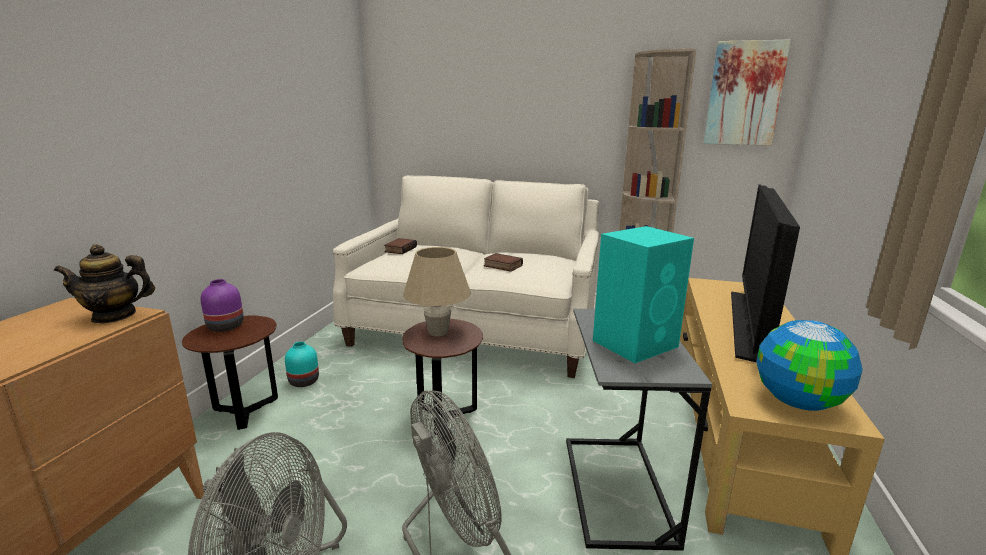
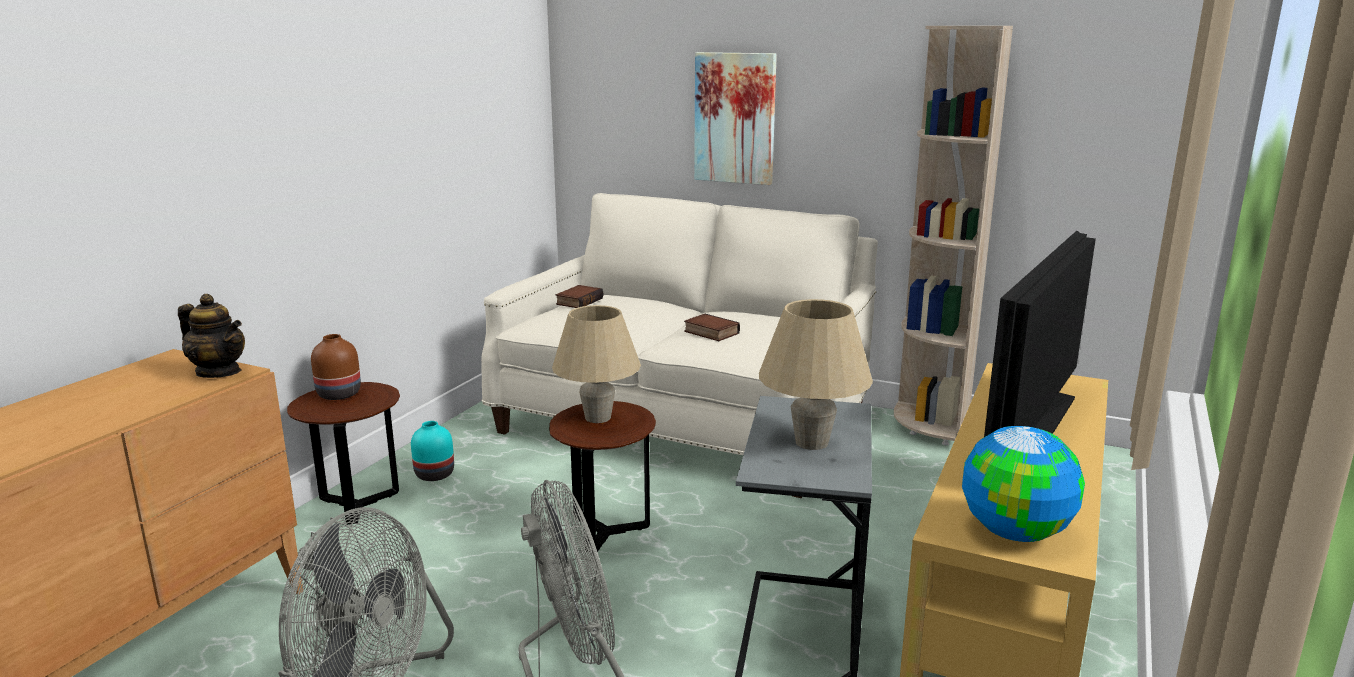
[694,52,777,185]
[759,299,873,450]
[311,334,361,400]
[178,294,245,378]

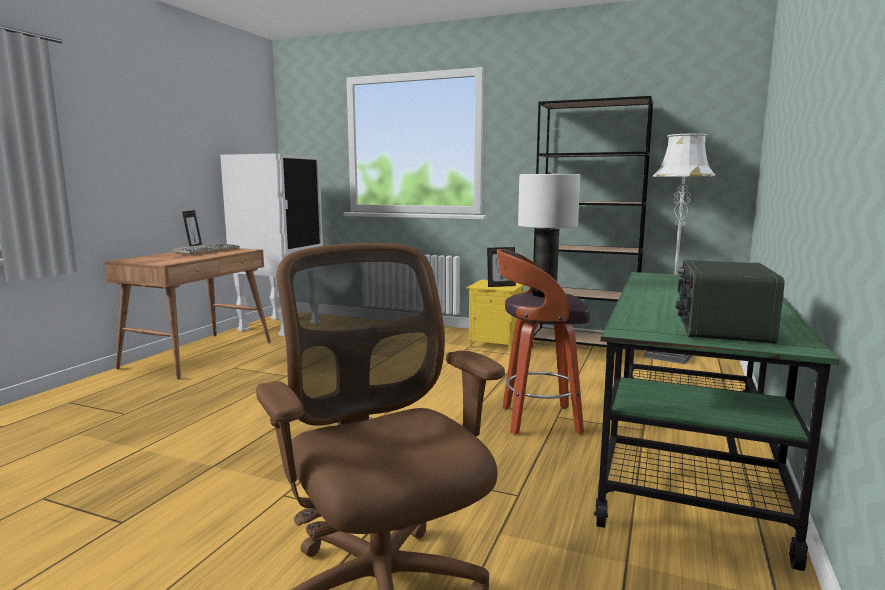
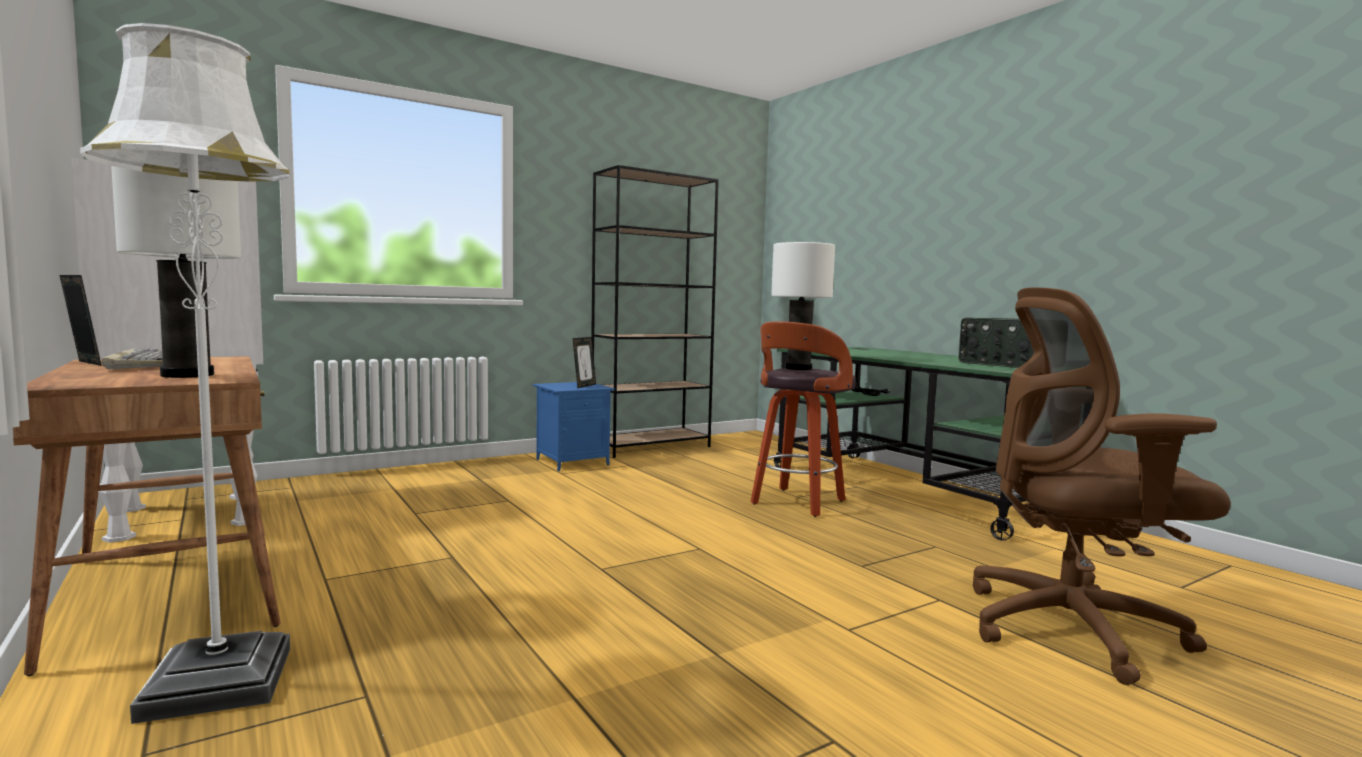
[111,166,241,378]
[80,23,290,724]
[533,382,615,471]

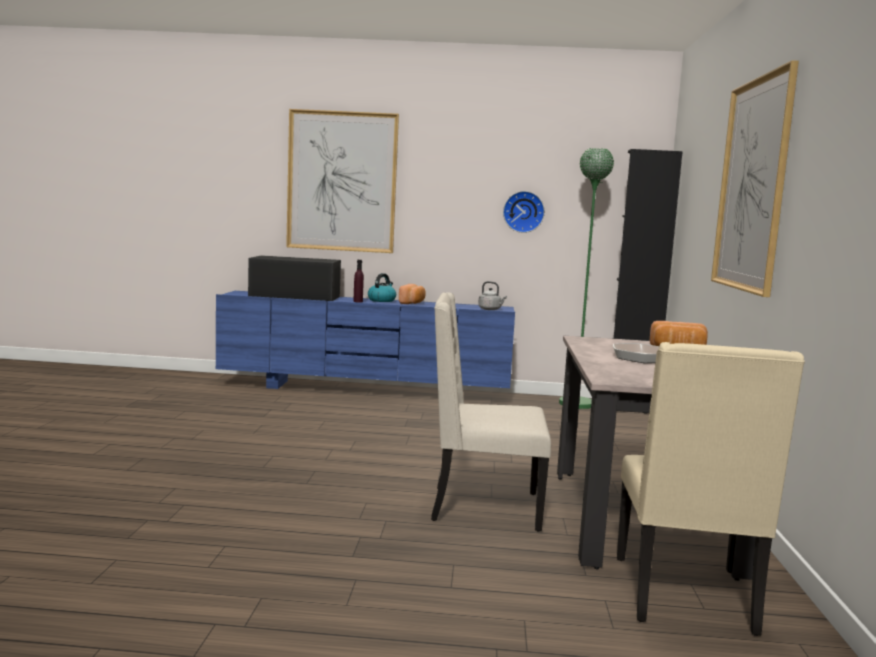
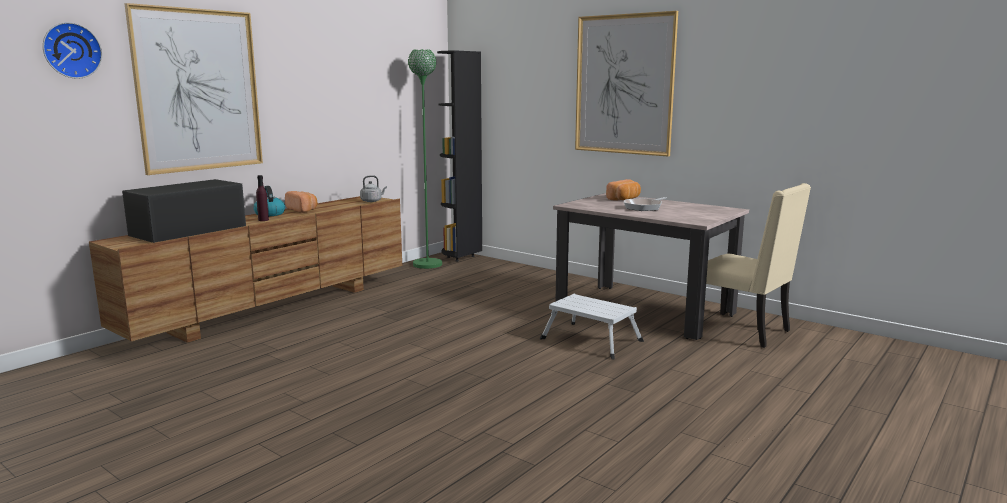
[43,22,102,79]
[540,294,644,359]
[89,196,402,343]

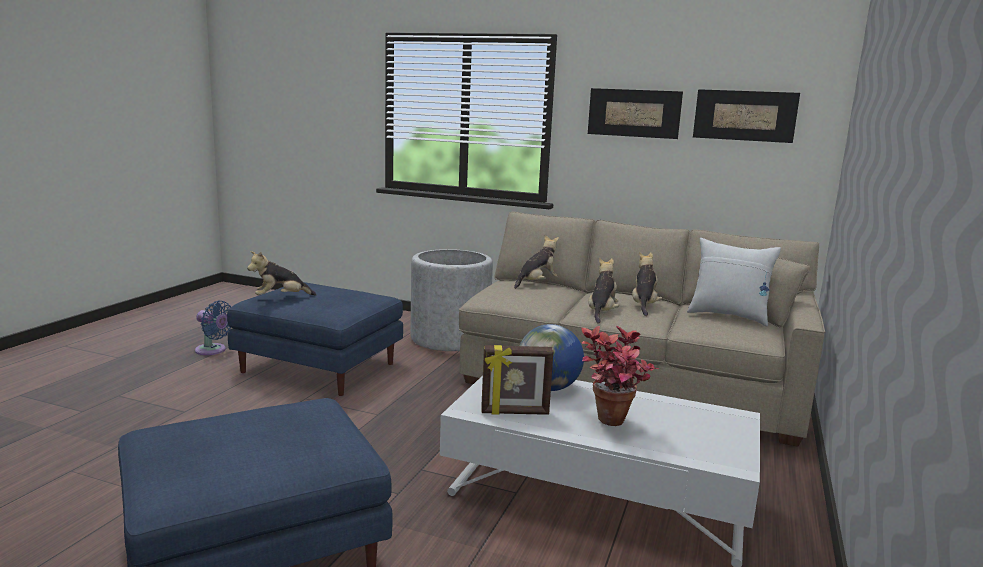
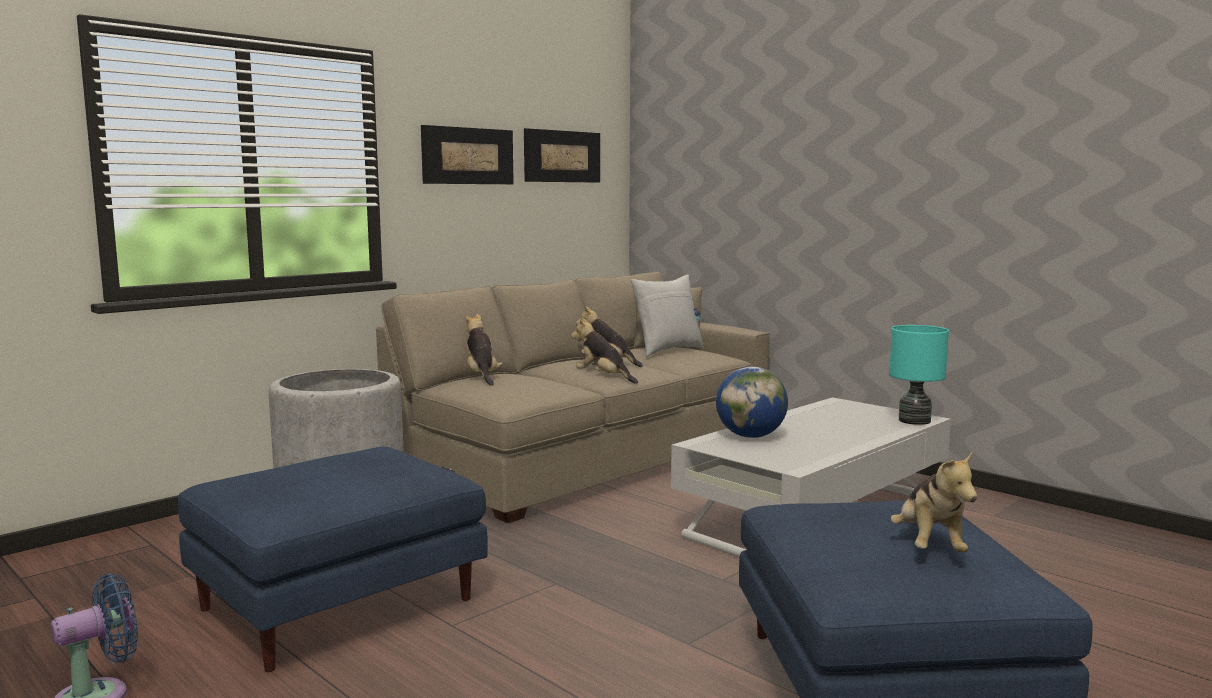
[481,345,554,415] (first image)
[581,325,659,426] (first image)
[889,325,949,425]
[891,451,977,552]

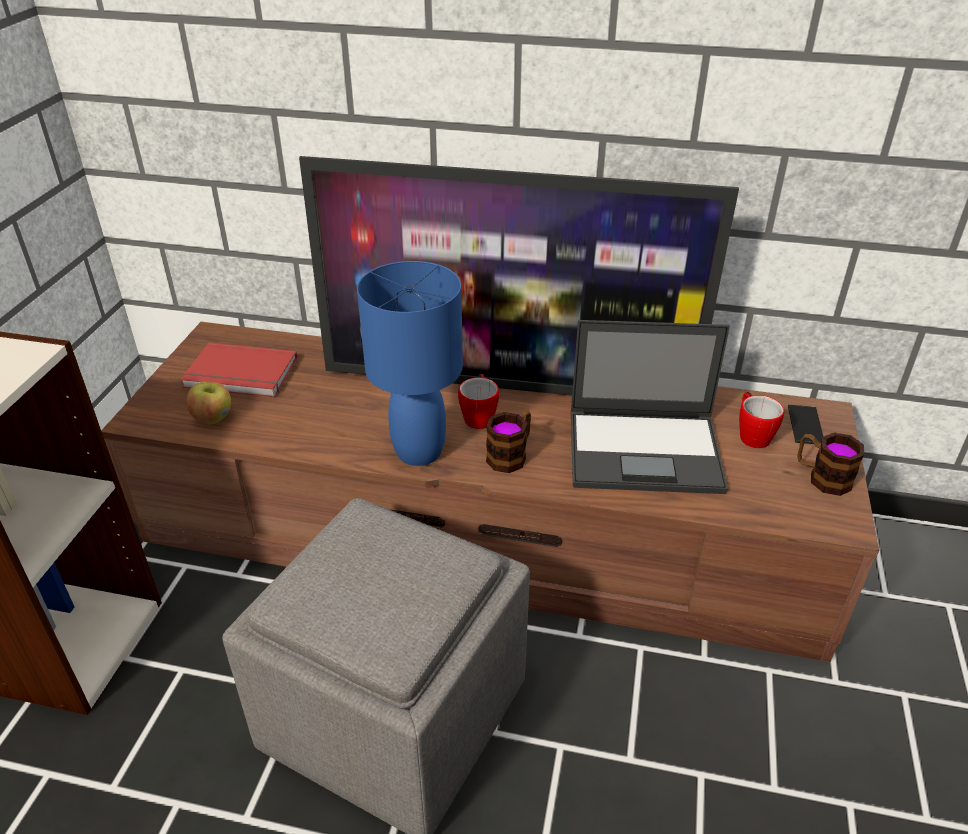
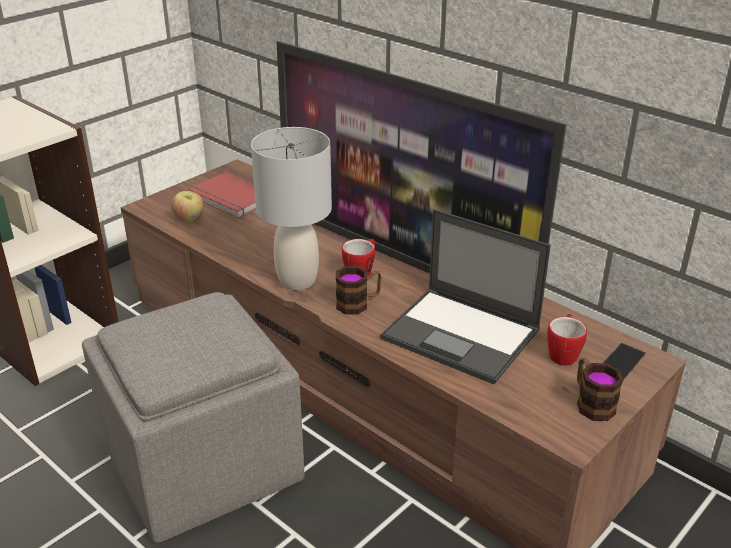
[251,127,332,290]

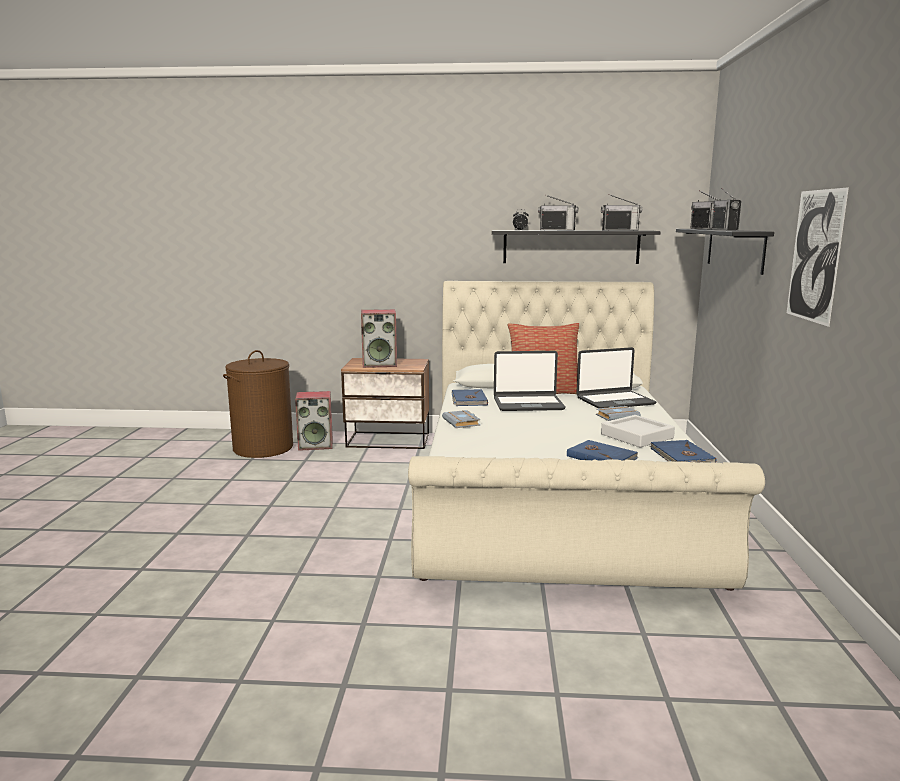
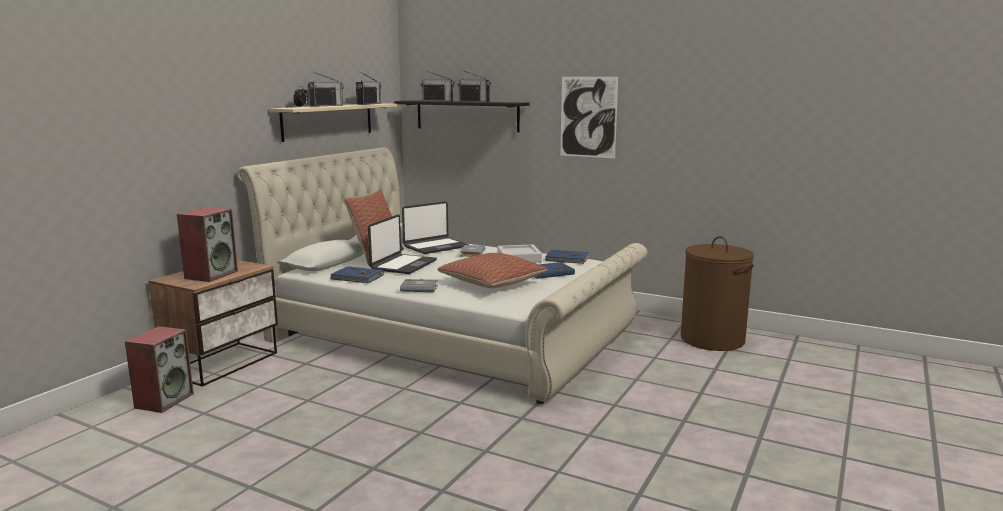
[437,253,548,288]
[681,236,754,351]
[270,103,397,142]
[402,201,469,254]

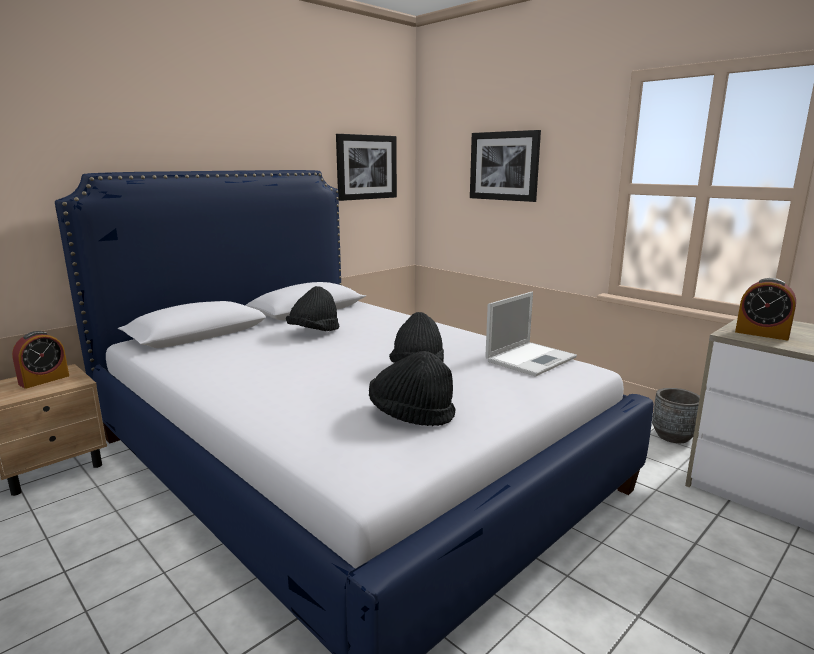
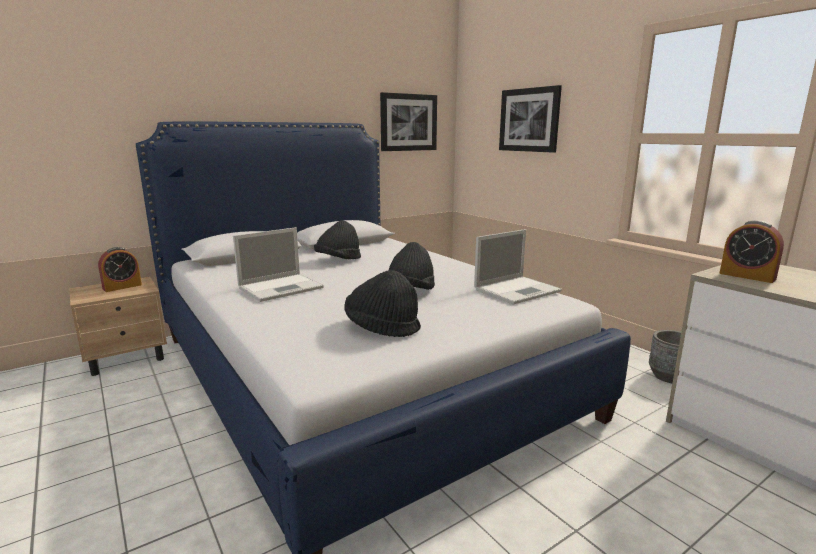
[233,227,324,302]

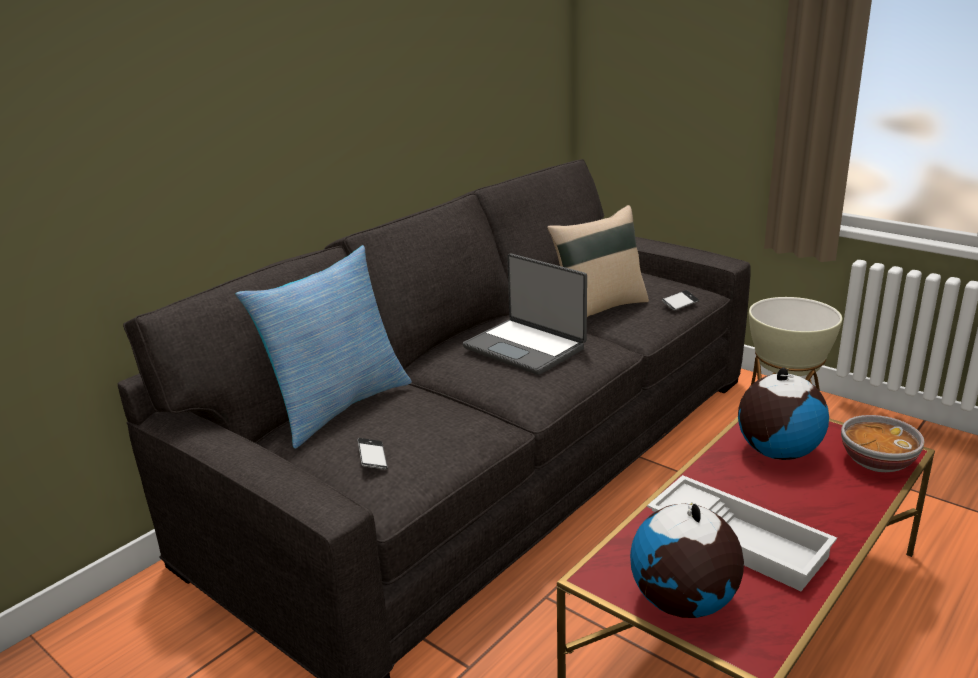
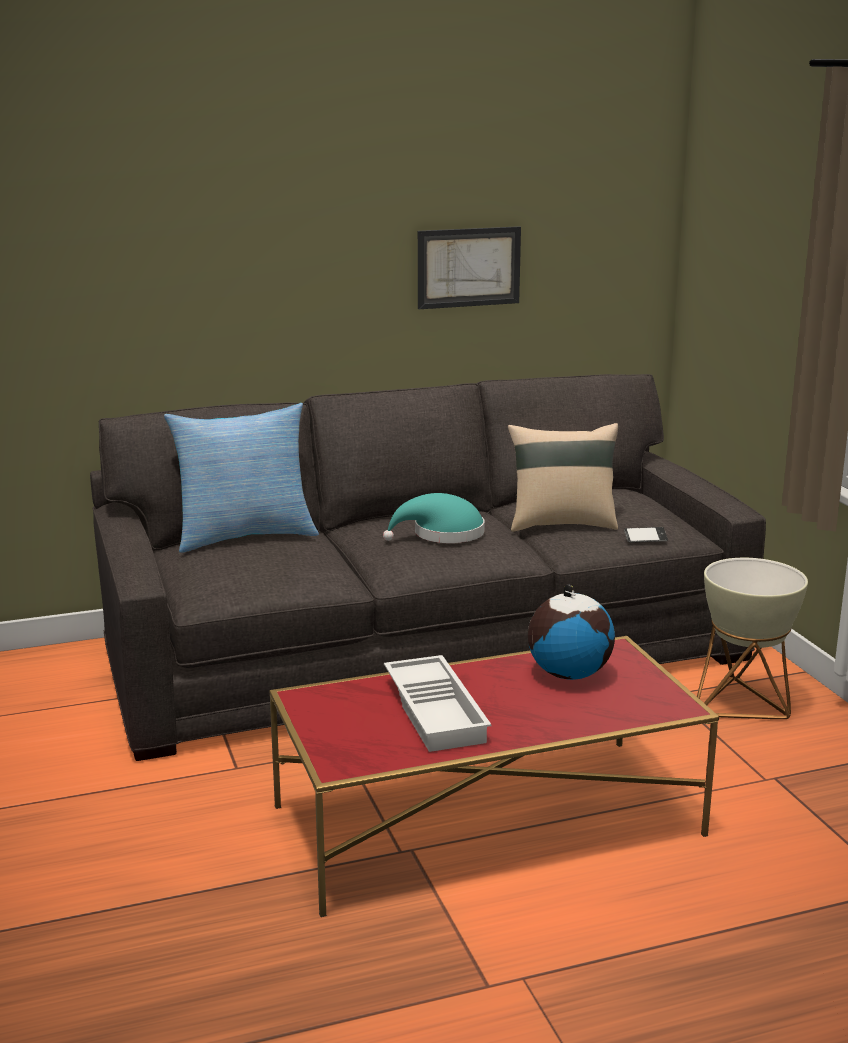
[357,438,388,470] (first image)
[630,502,744,618] (first image)
[841,415,925,472] (first image)
[418,226,521,309]
[383,493,485,543]

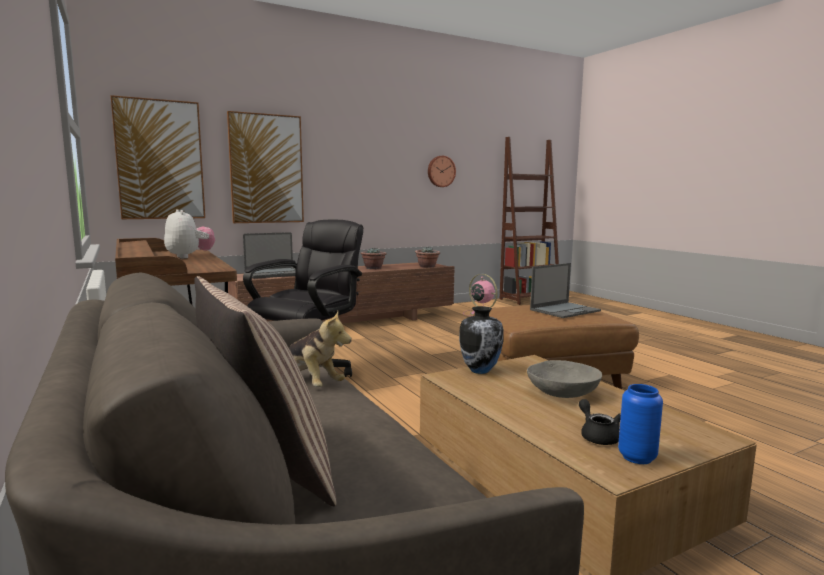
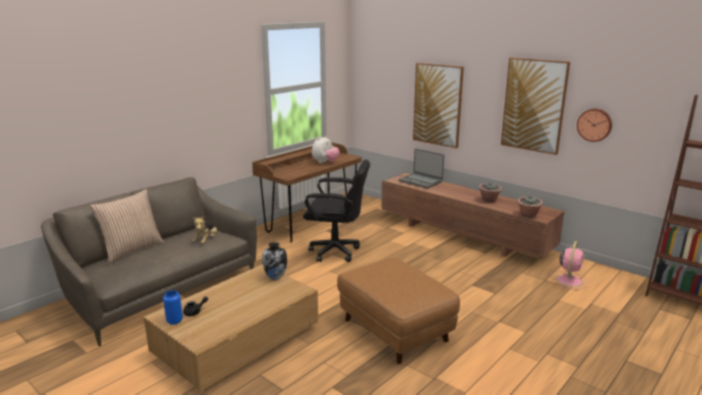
[527,360,602,398] (first image)
[530,263,601,318] (first image)
[501,58,570,155]

